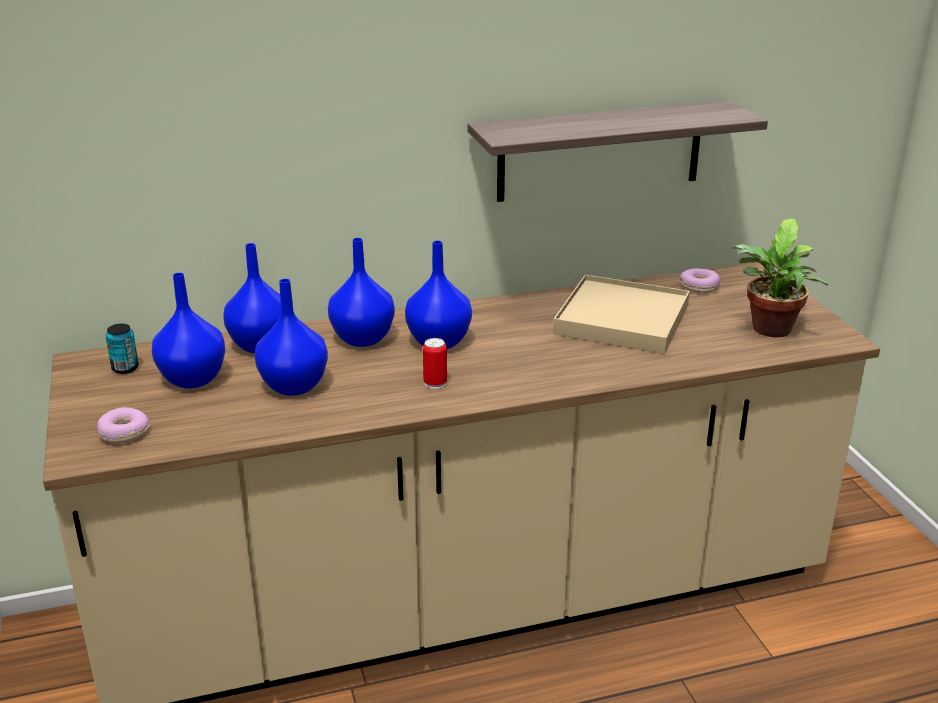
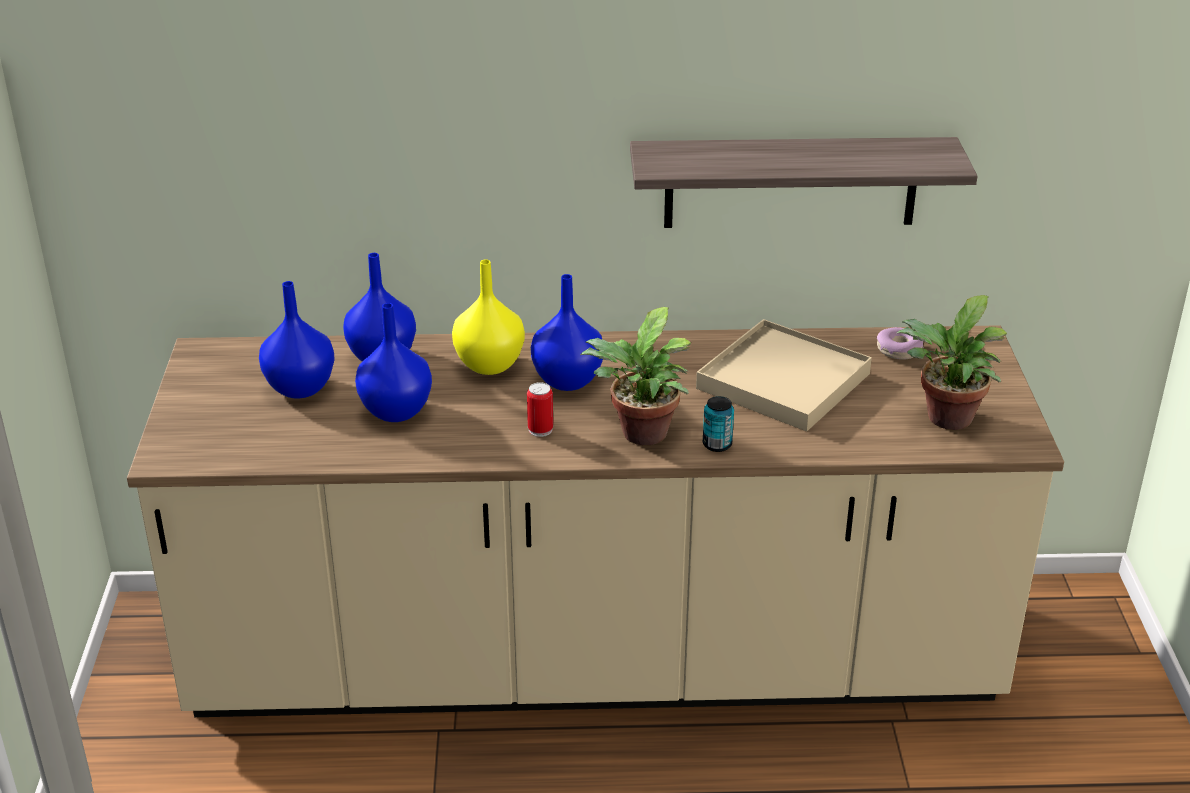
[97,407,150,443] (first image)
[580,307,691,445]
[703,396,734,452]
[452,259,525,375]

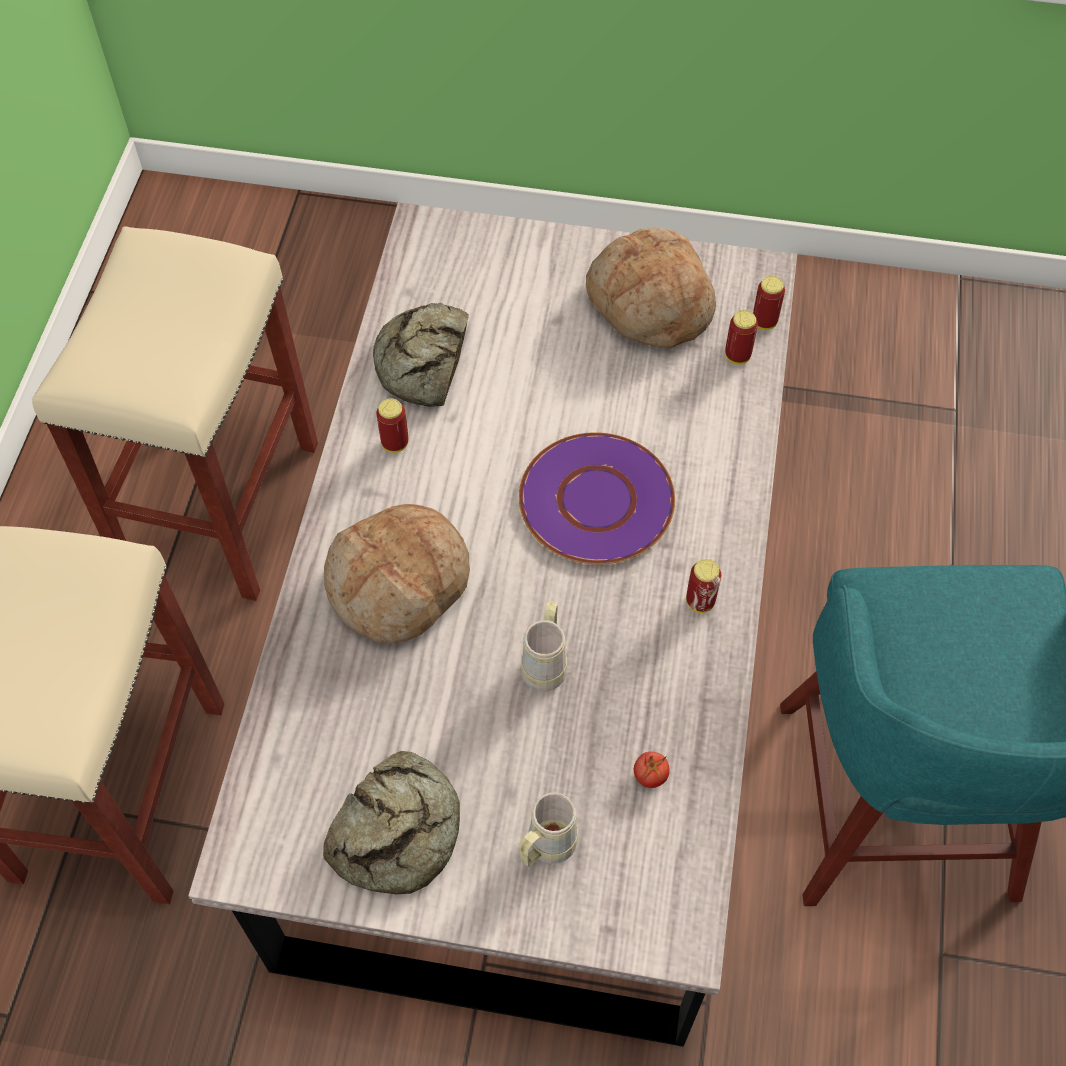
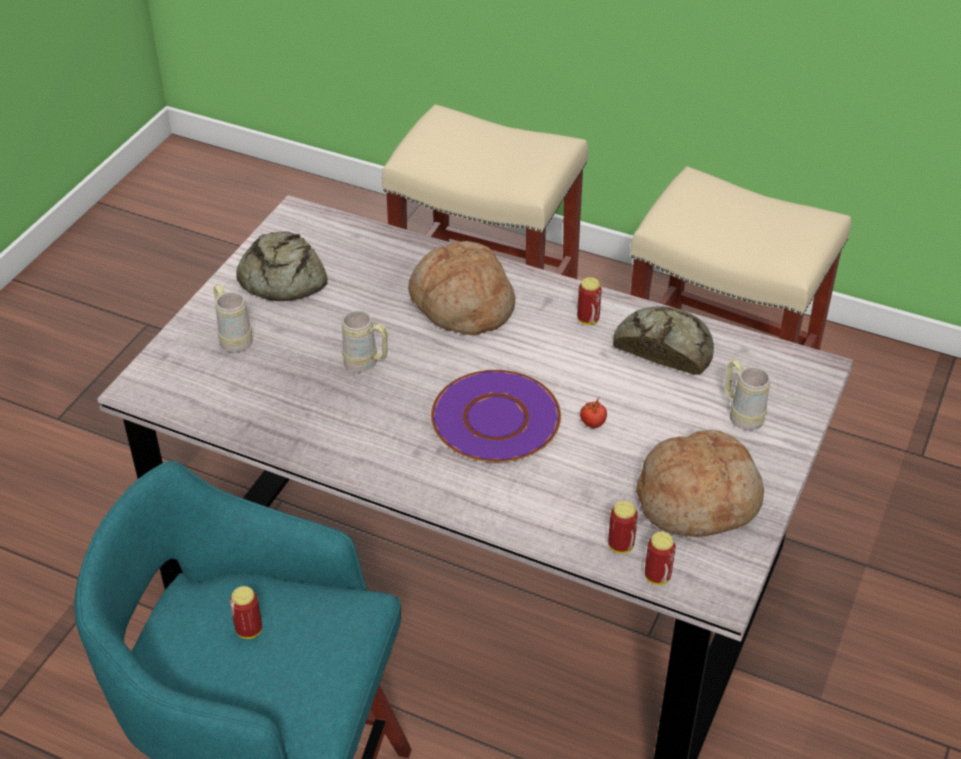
[724,360,770,430]
[580,398,607,428]
[230,586,262,639]

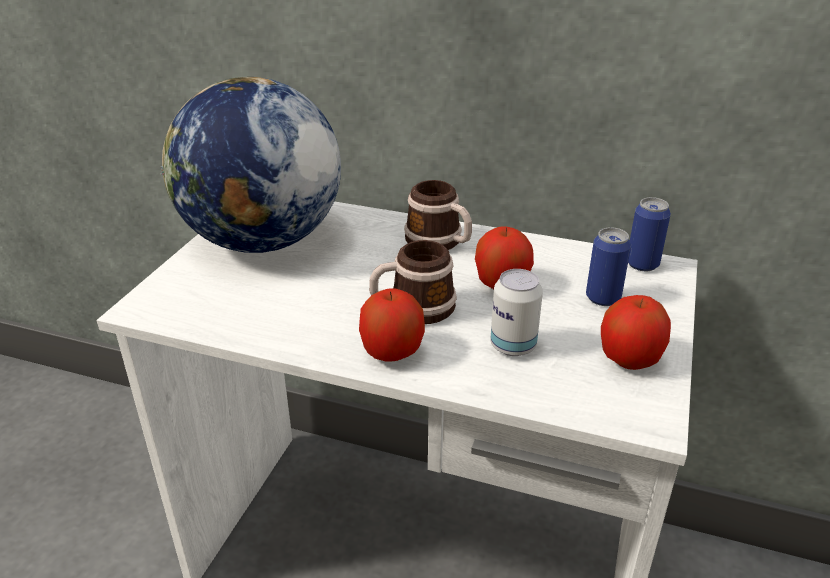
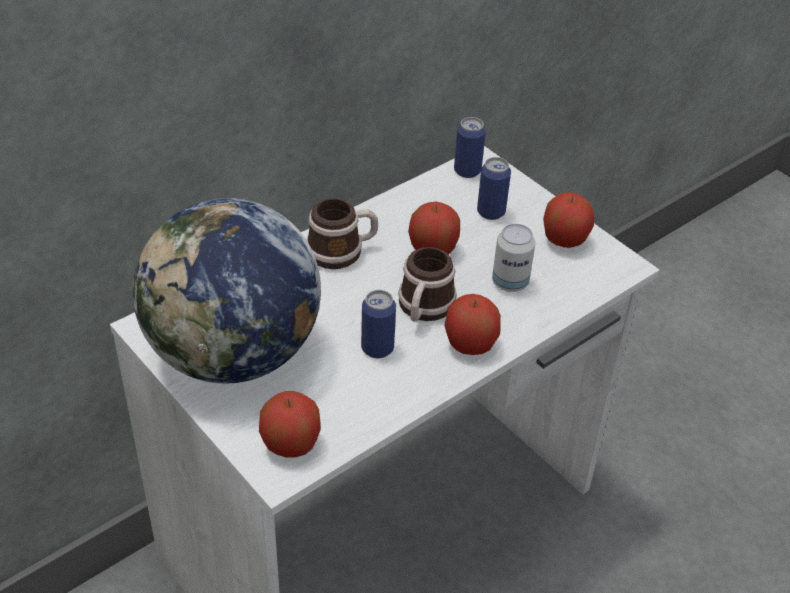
[259,391,321,457]
[361,290,396,358]

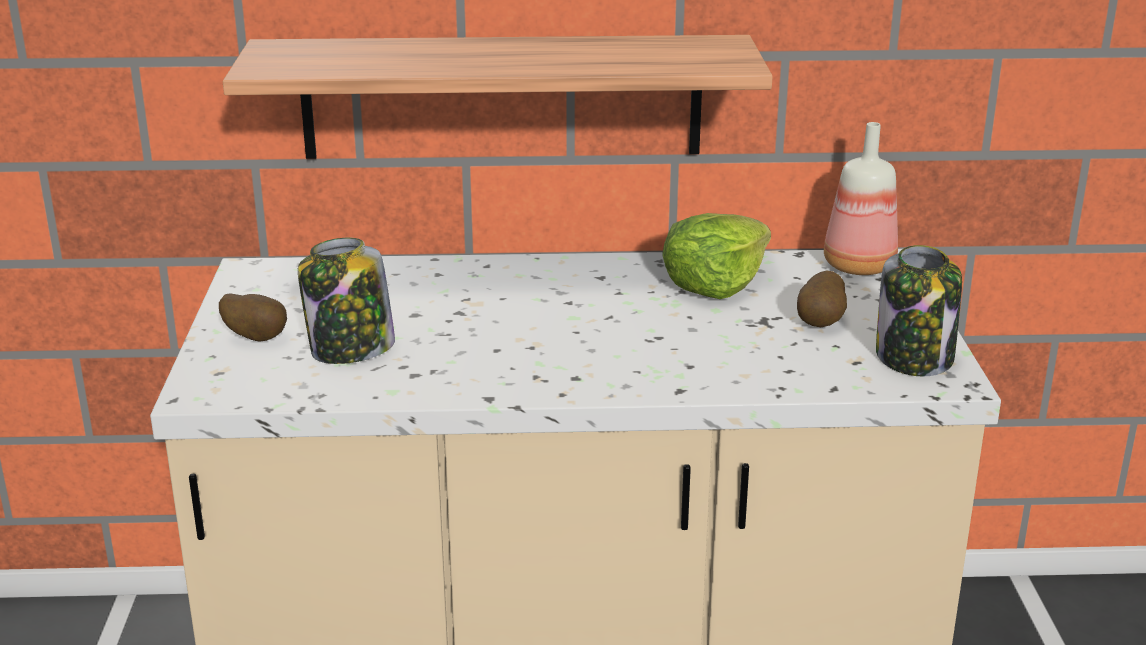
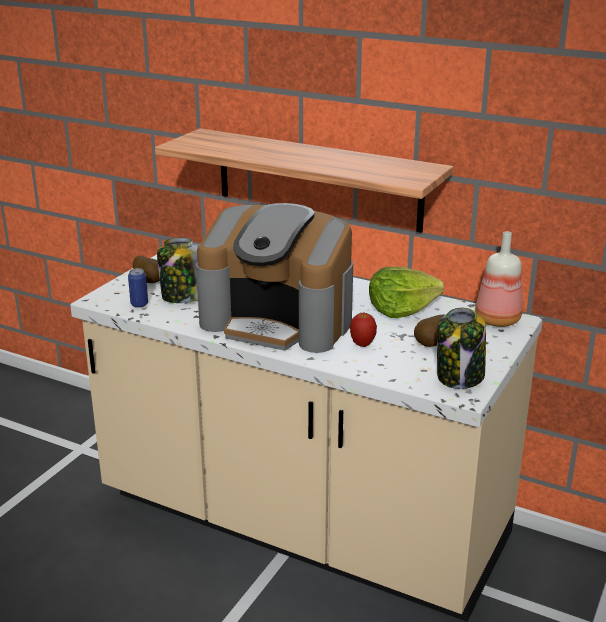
[128,268,148,308]
[196,203,353,353]
[350,313,377,347]

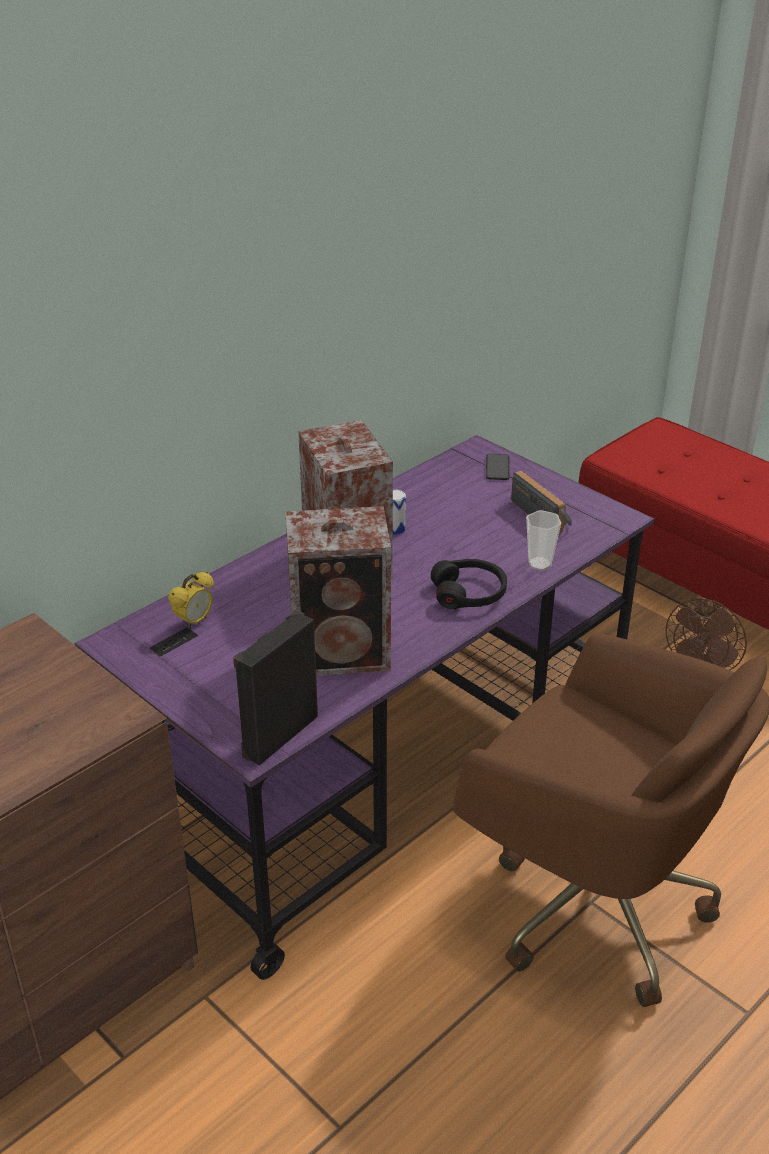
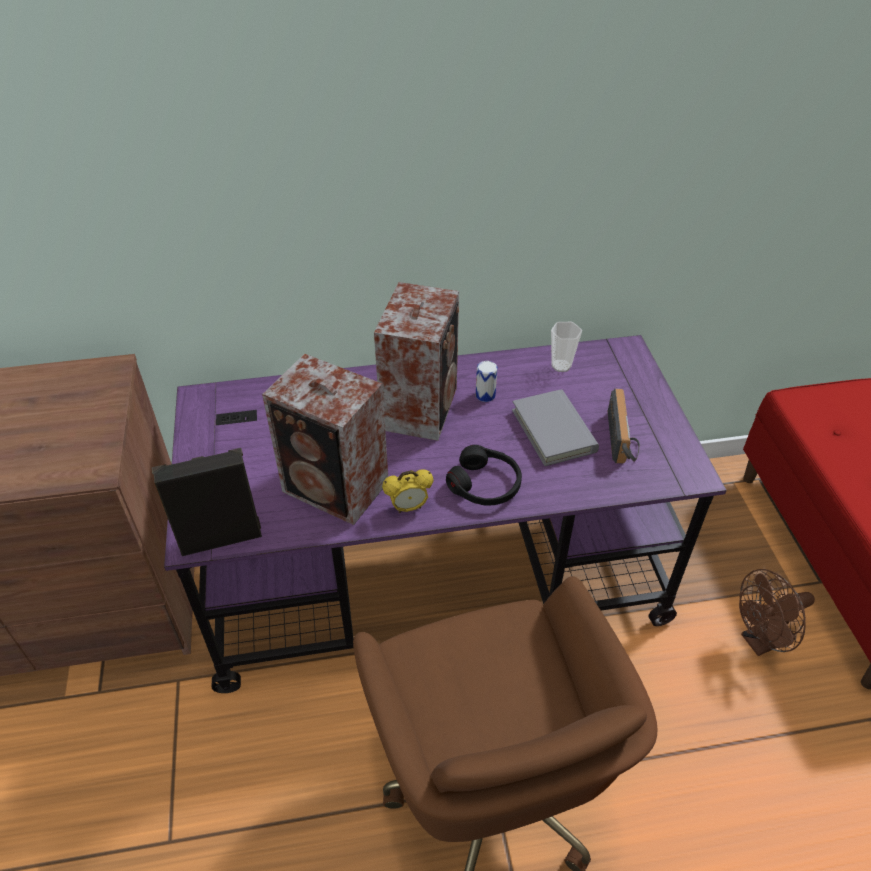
[486,454,510,480] (first image)
[512,389,599,466]
[382,469,434,513]
[551,322,582,372]

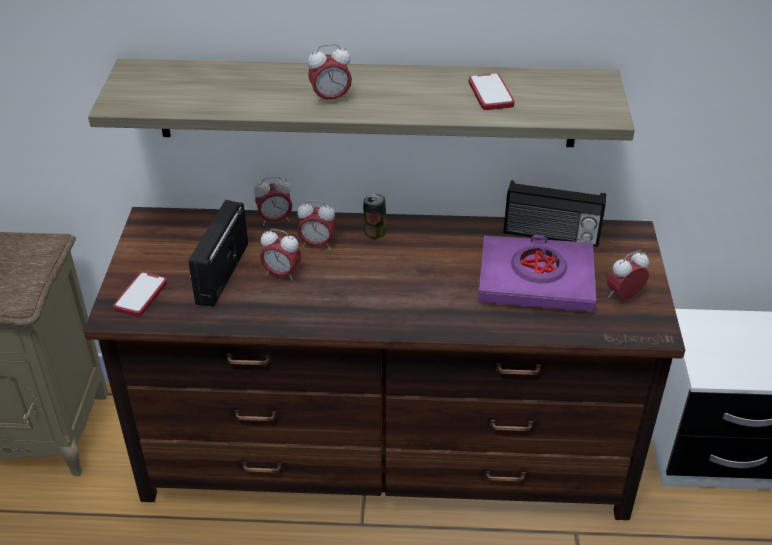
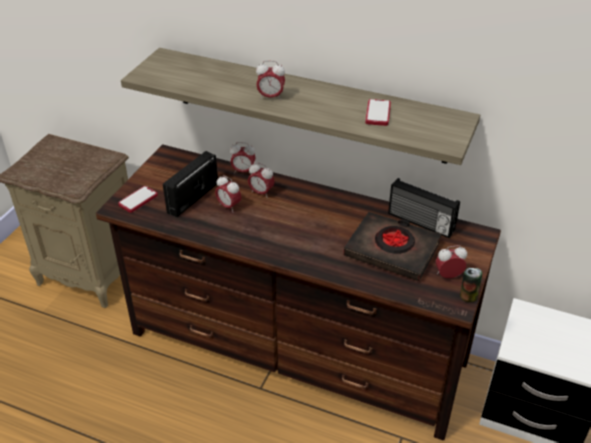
[460,268,482,302]
[344,212,441,281]

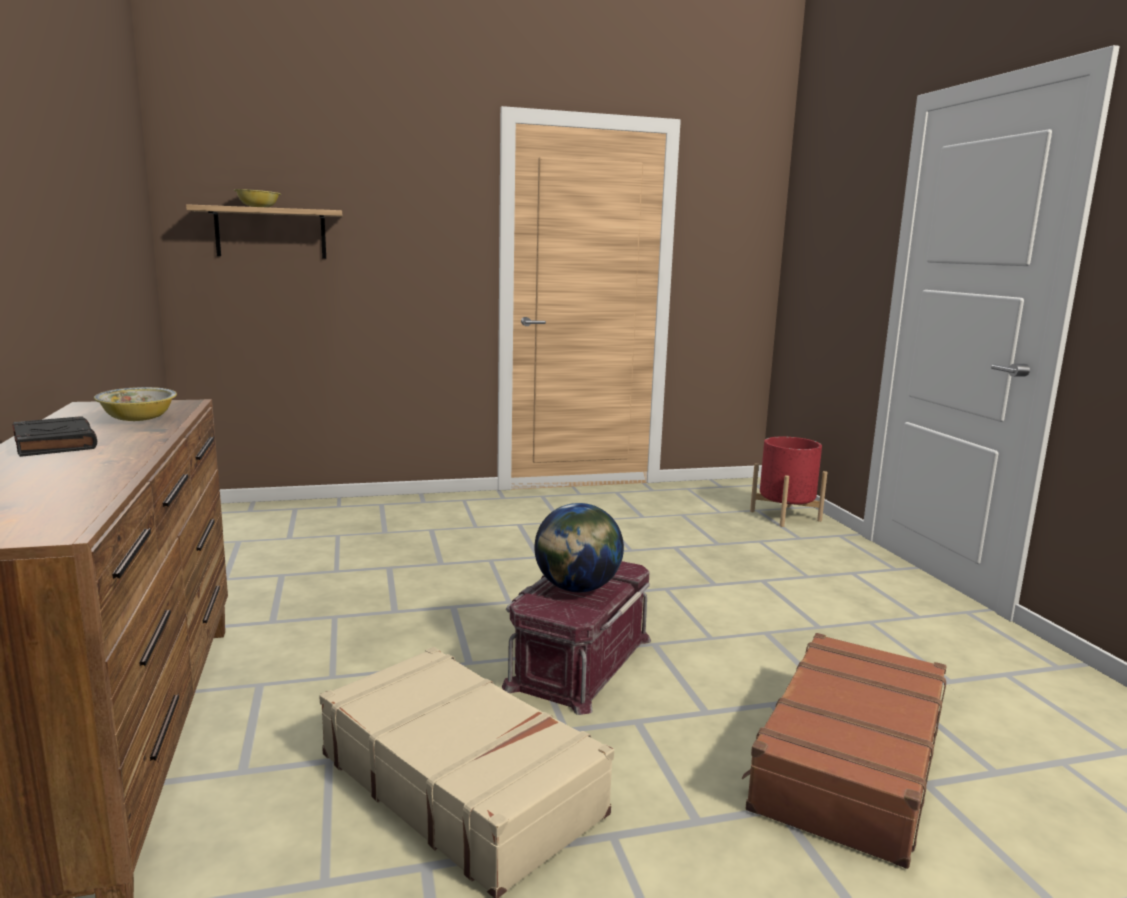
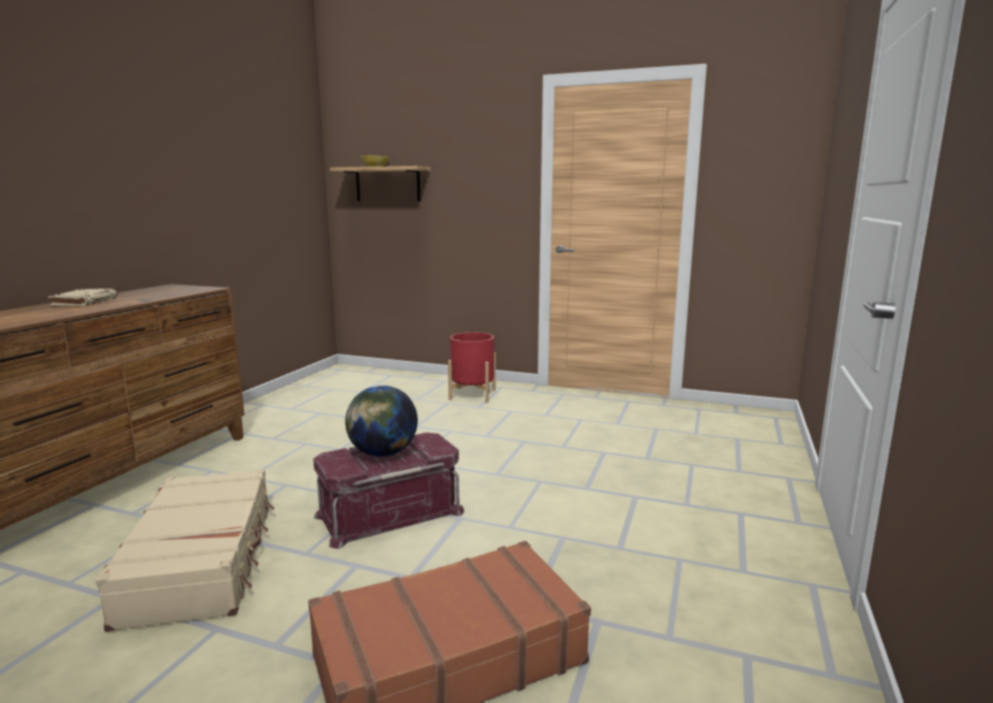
[94,387,177,421] (first image)
[448,332,496,402]
[48,289,117,306]

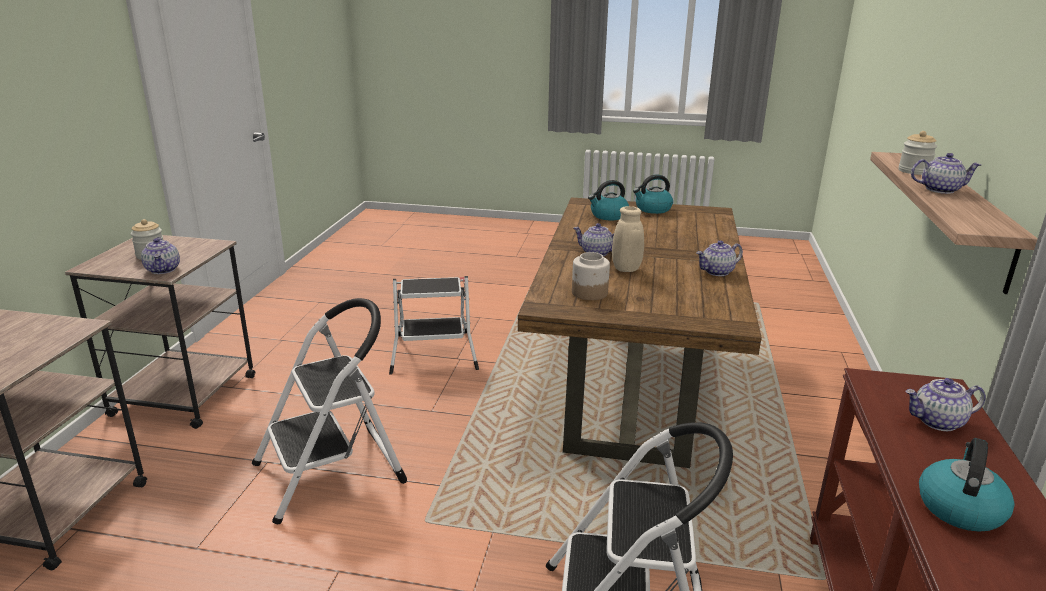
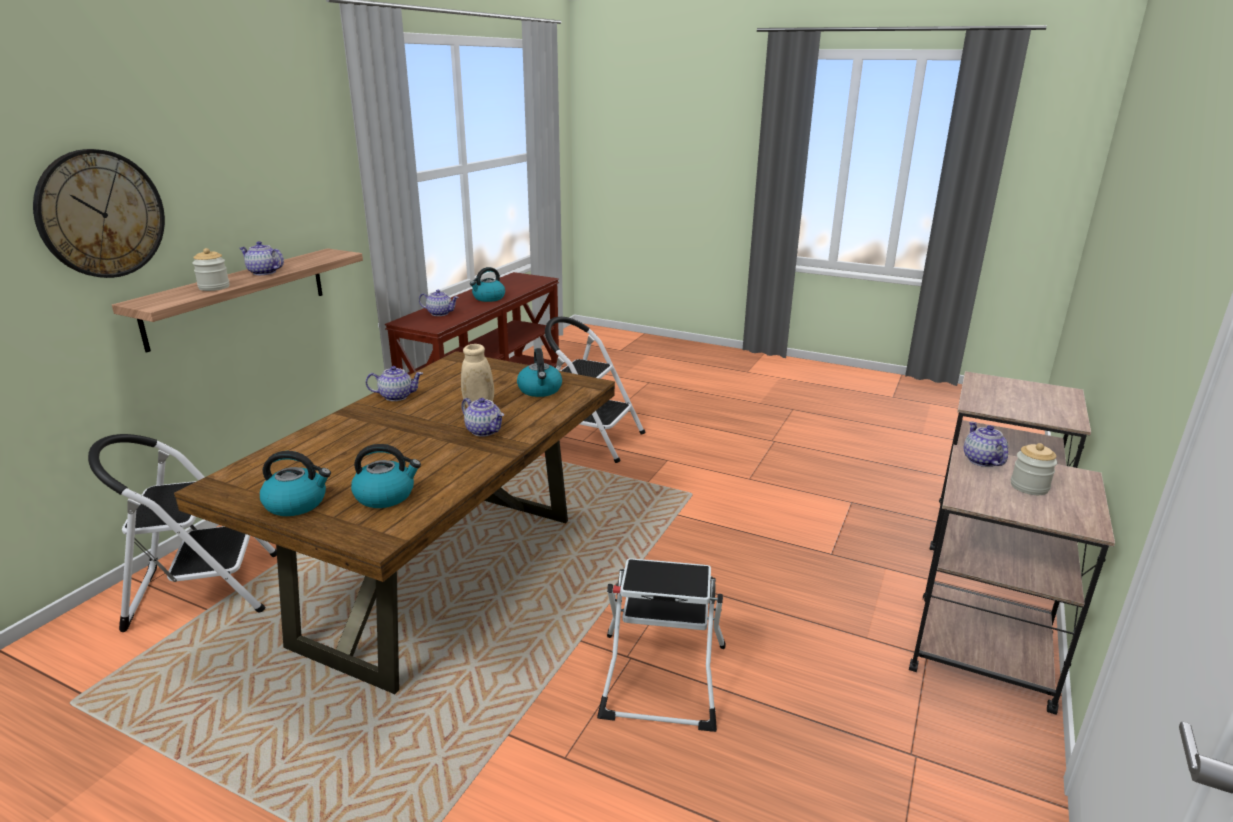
[33,149,165,278]
[88,434,277,632]
[517,348,562,397]

